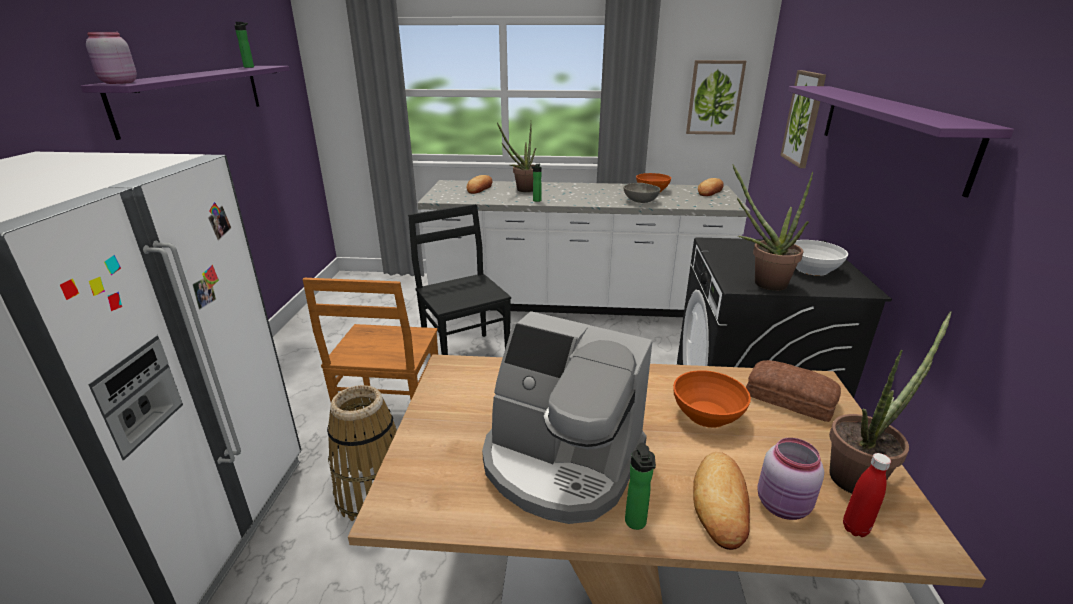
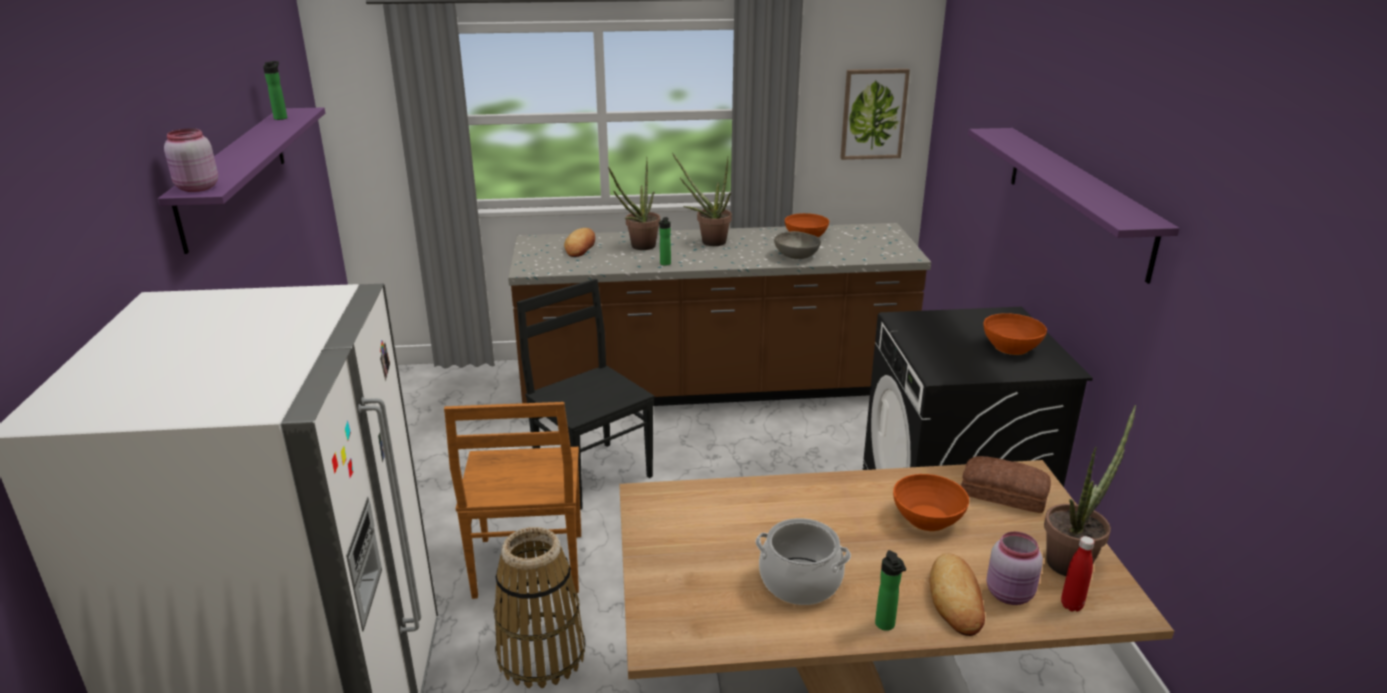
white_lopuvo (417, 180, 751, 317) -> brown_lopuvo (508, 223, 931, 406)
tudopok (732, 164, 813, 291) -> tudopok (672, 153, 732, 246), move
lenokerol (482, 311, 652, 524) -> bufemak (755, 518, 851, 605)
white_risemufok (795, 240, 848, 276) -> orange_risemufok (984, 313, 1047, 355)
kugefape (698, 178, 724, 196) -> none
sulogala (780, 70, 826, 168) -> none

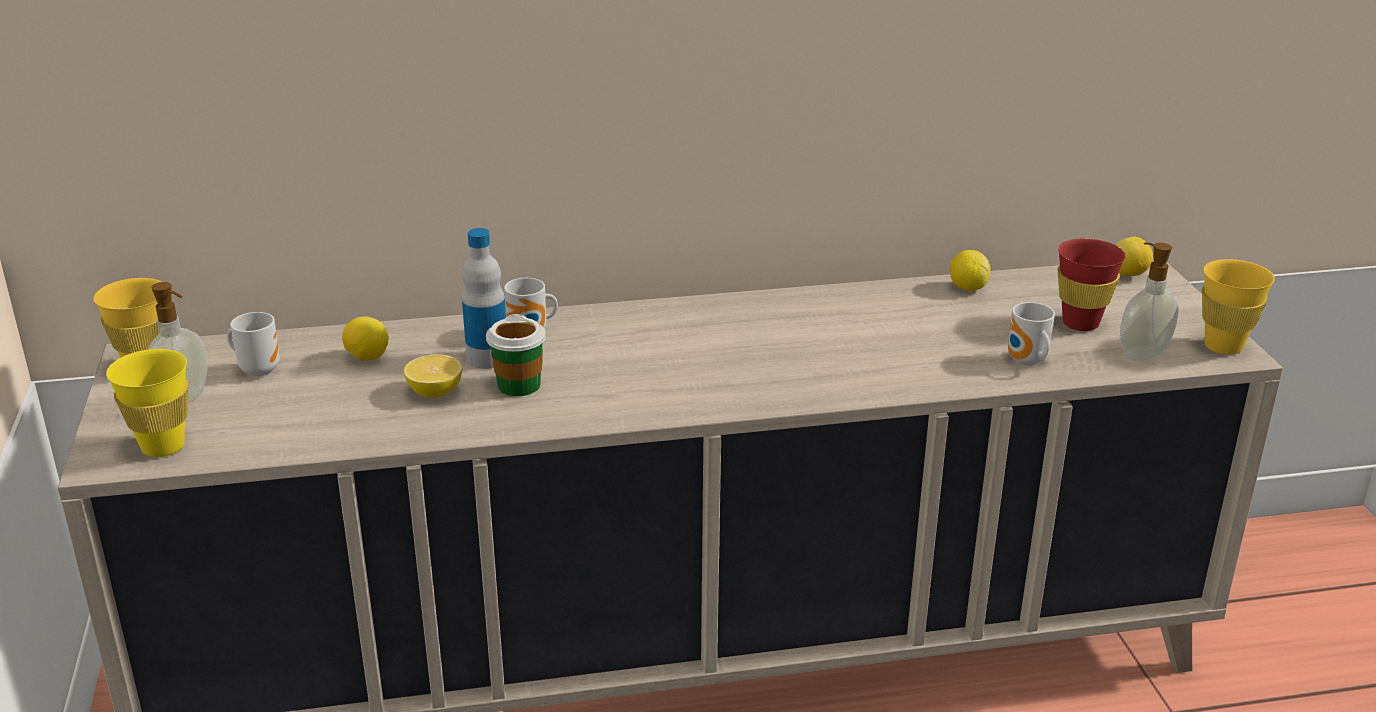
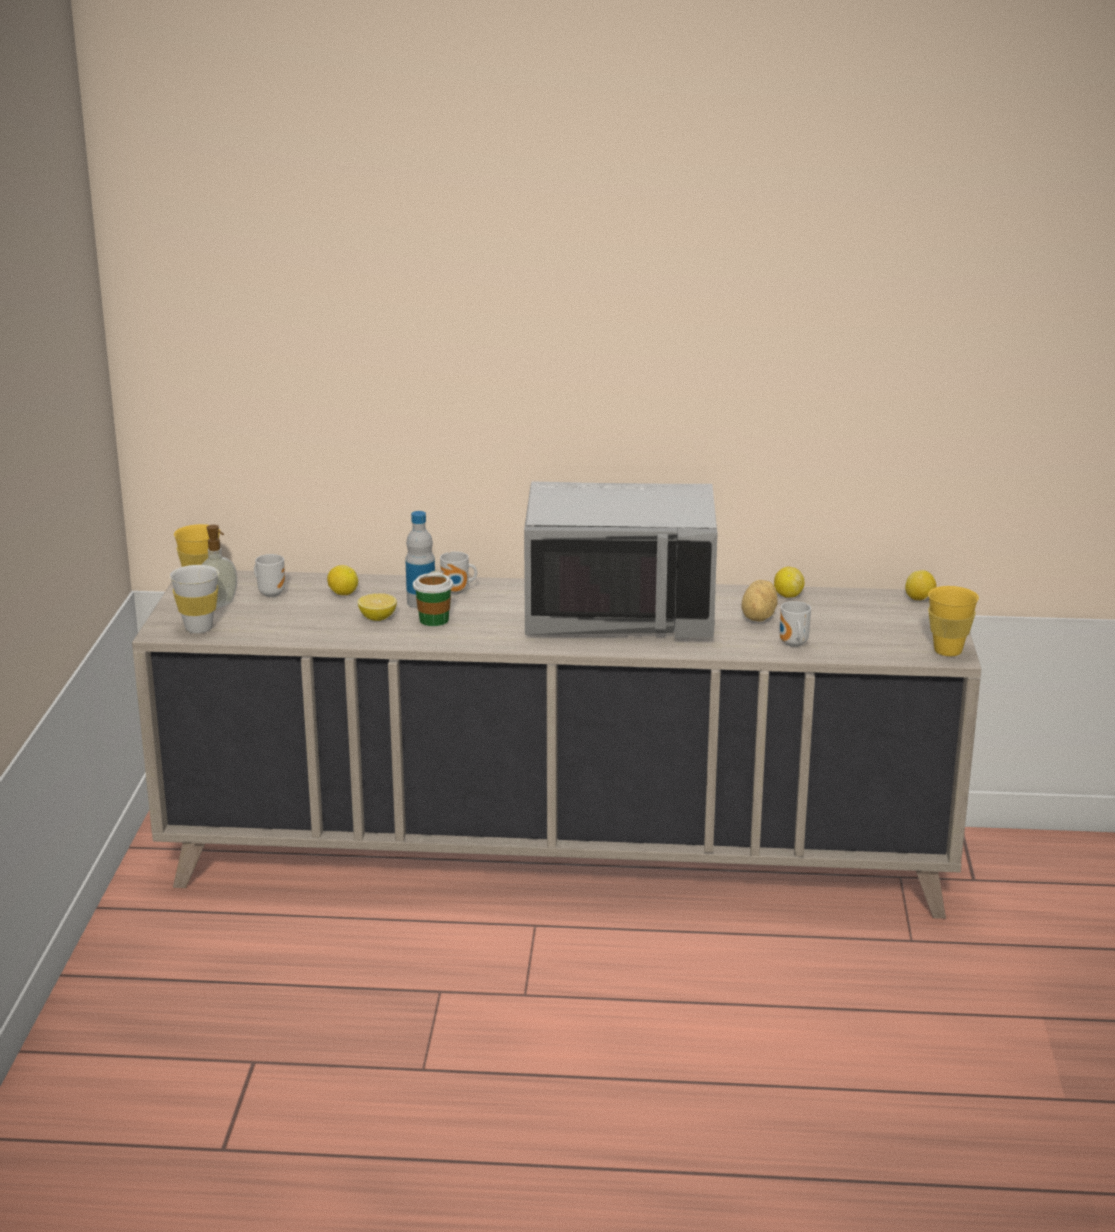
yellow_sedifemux (106, 349, 189, 457) -> white_sedifemux (170, 565, 219, 633)
none -> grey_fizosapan (524, 481, 718, 638)
none -> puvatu (741, 580, 778, 622)
red_sedifemux (1057, 238, 1126, 331) -> none
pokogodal (1120, 242, 1179, 361) -> none

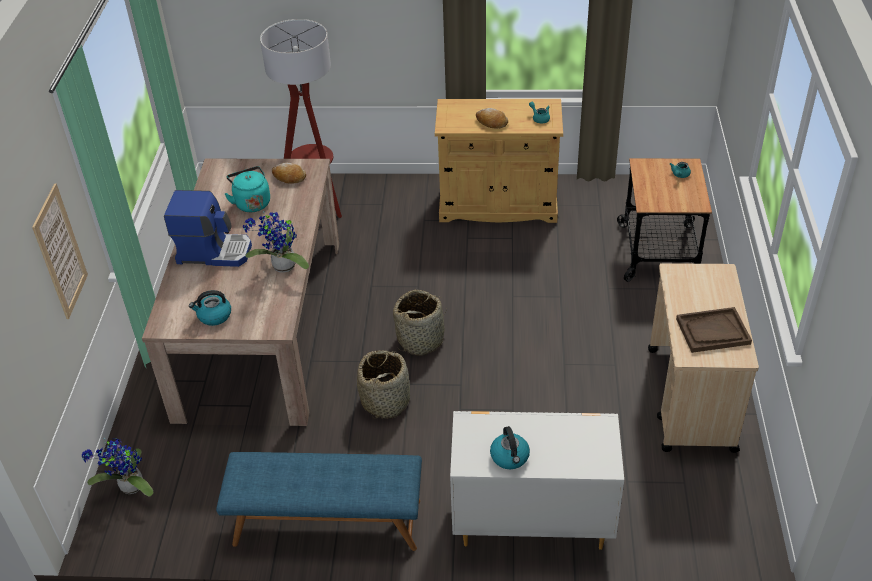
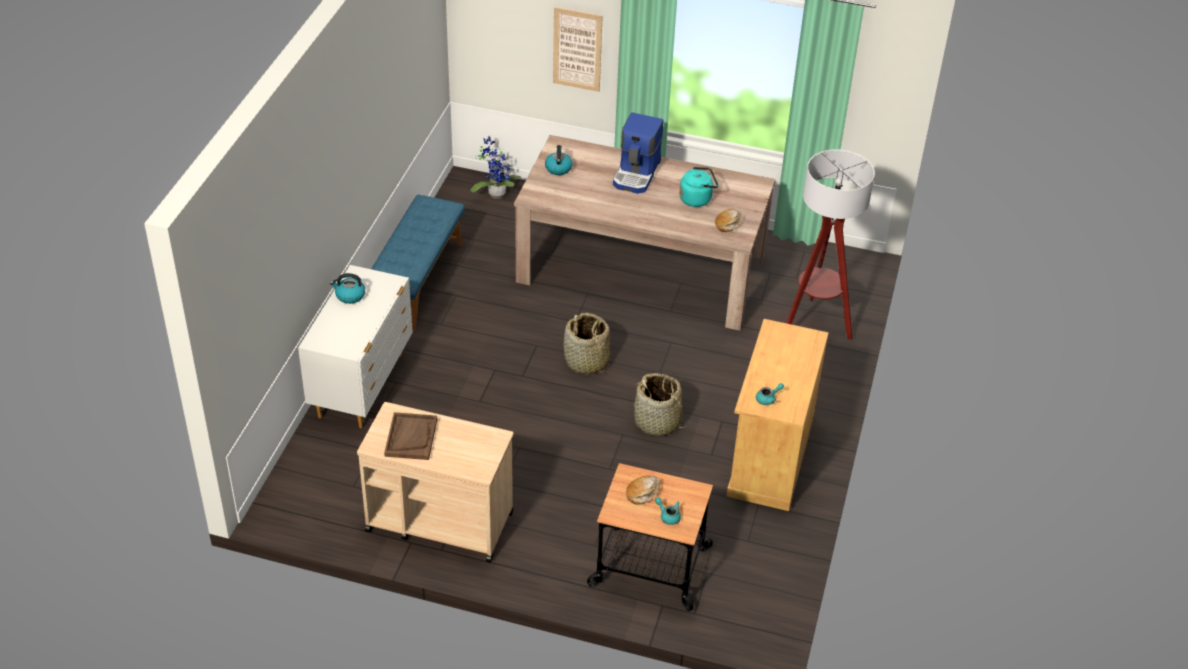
kugefape (476, 108, 508, 129) -> kugefape (626, 476, 661, 505), move
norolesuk (357, 350, 410, 419) -> norolesuk (633, 373, 688, 436), move
tudopok (243, 211, 309, 273) -> none

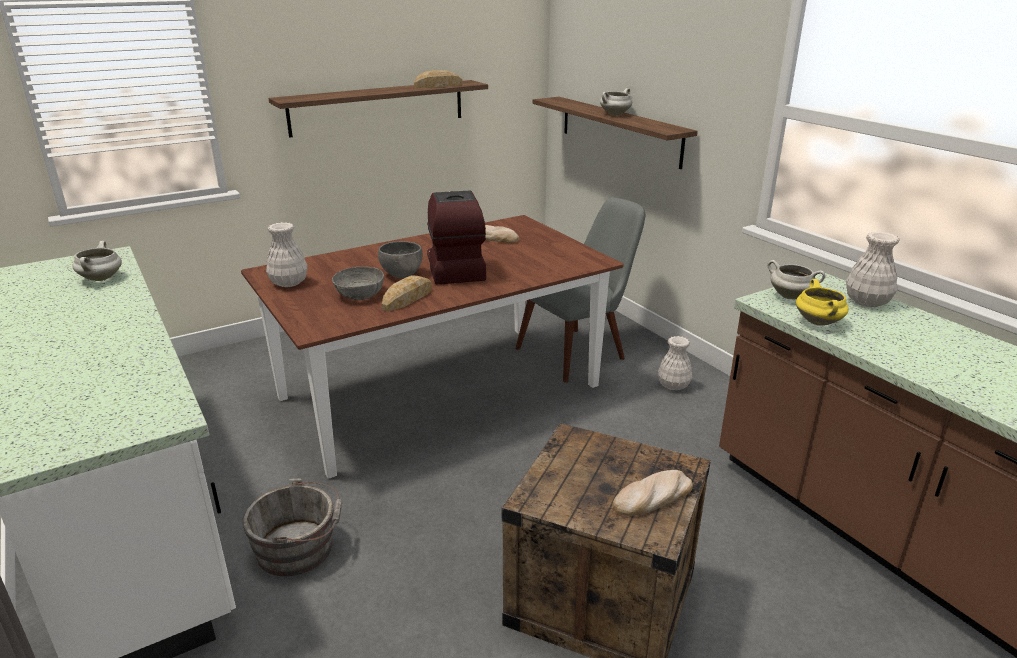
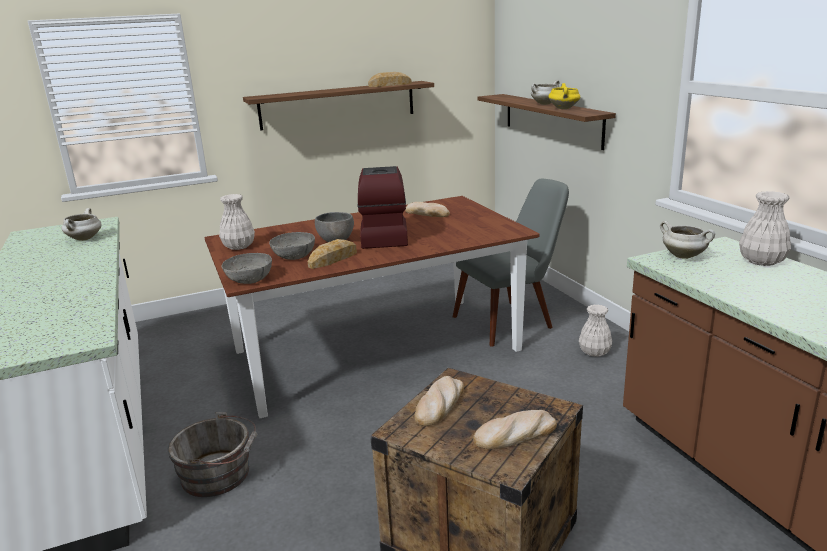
none -> grey_risemufok (222, 253, 272, 284)
none -> kugefape (414, 376, 464, 426)
yellow_bufemak (796, 279, 849, 325) -> yellow_bufemak (549, 83, 580, 109), move

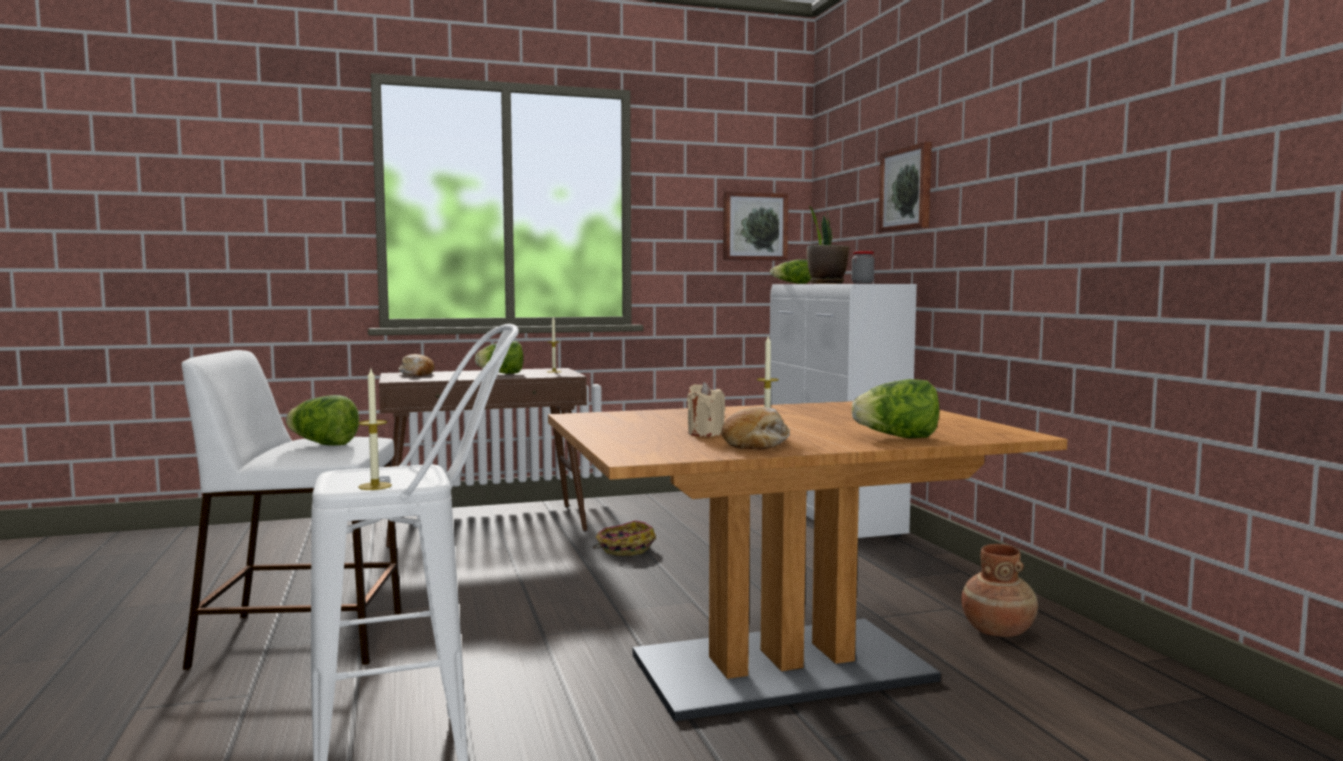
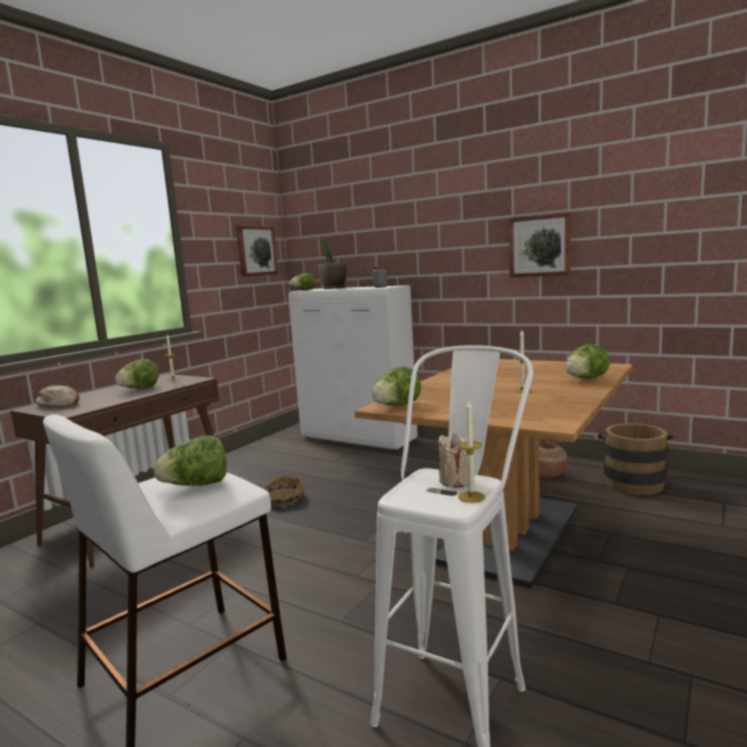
none -> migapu (372, 367, 421, 406)
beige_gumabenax (687, 382, 725, 437) -> beige_gumabenax (438, 434, 468, 487), move
sulogala (878, 142, 932, 233) -> sulogala (509, 213, 571, 277), move
none -> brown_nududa (598, 423, 673, 495)
kugefape (721, 407, 790, 449) -> none

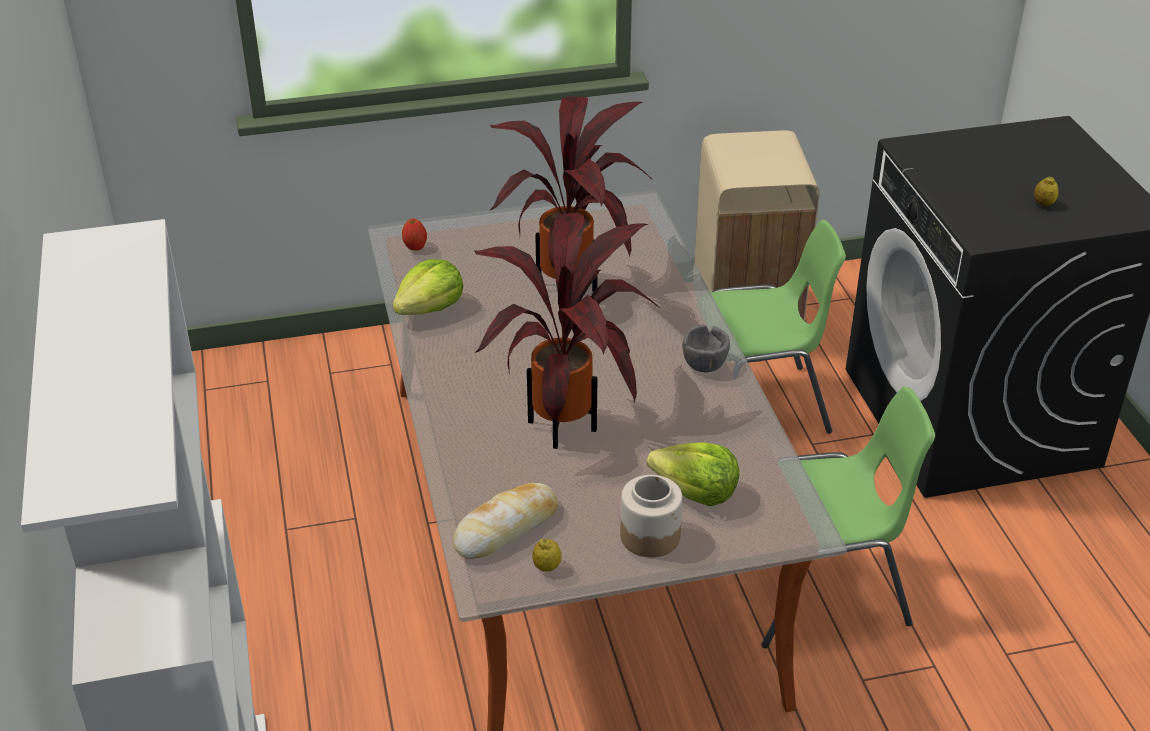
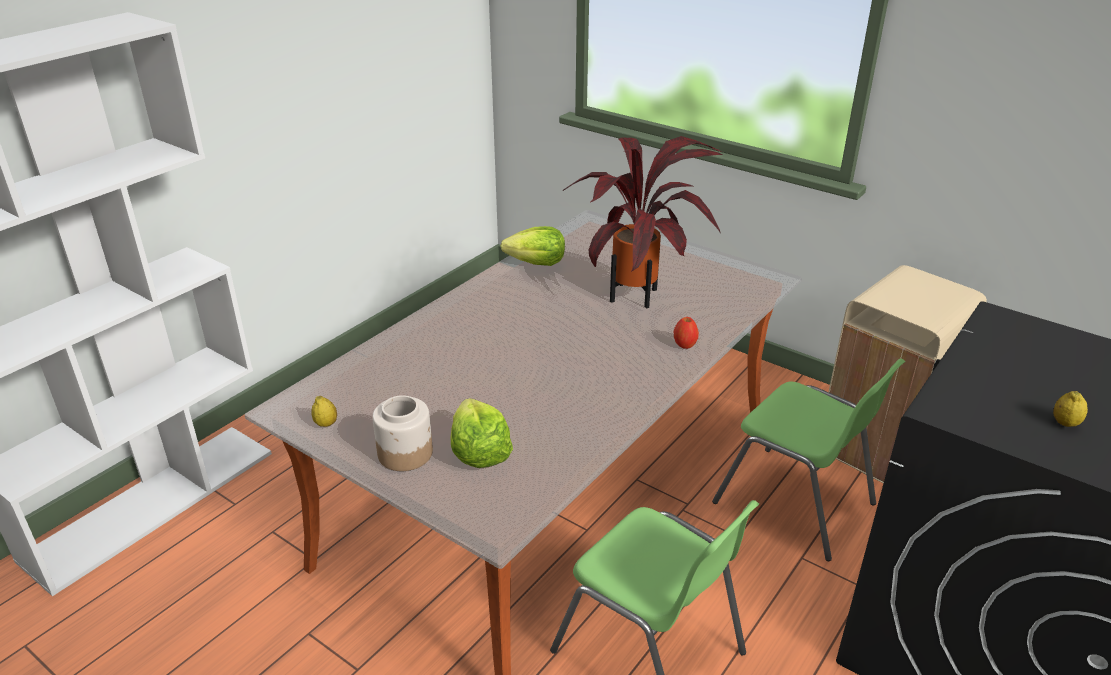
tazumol (402, 219, 427, 250) -> tazumol (673, 317, 699, 349), move
kugefape (453, 483, 557, 559) -> none
tudopok (474, 213, 658, 449) -> none
grey_risemufok (682, 325, 730, 373) -> none

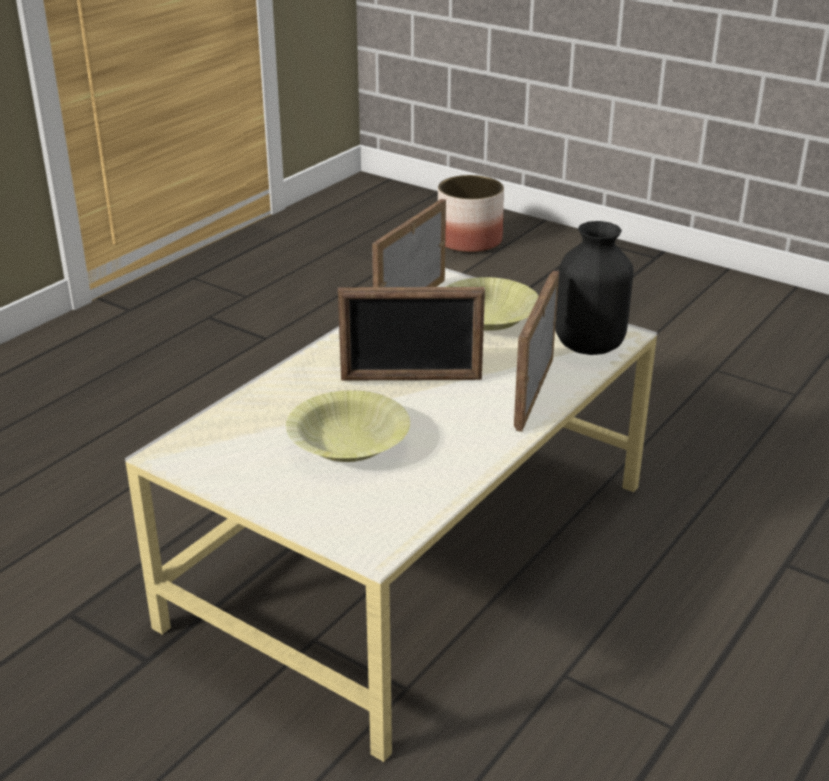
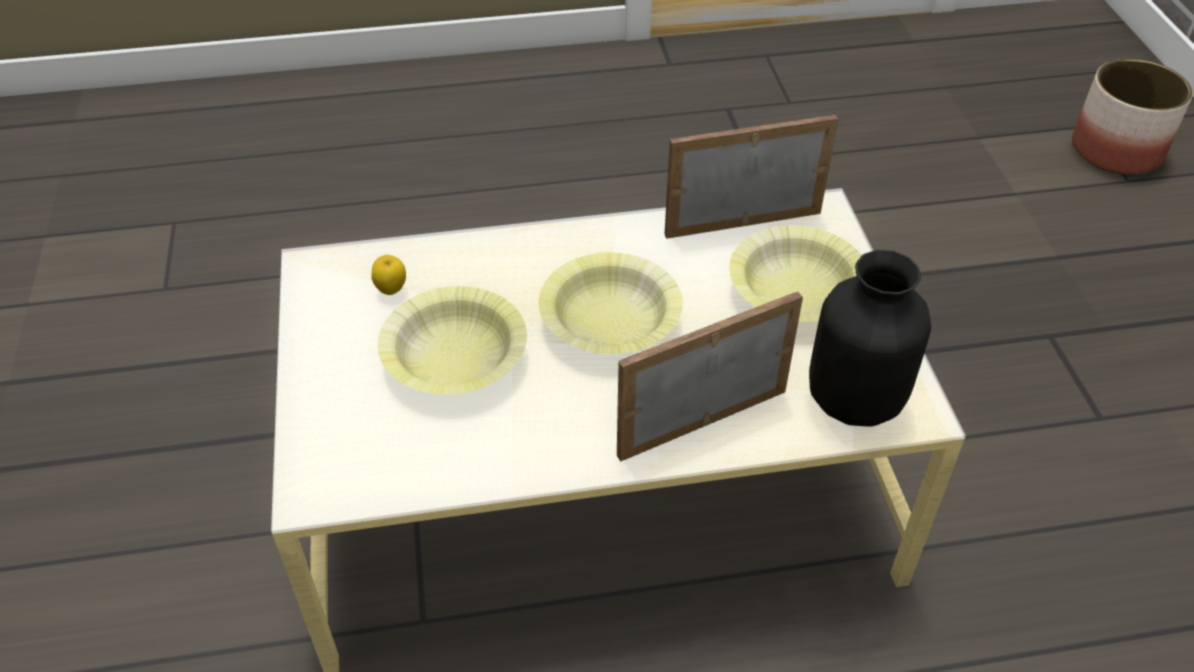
none -> tazumol (371, 255, 406, 295)
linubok (338, 287, 485, 381) -> yellow_risemufok (538, 252, 683, 354)

